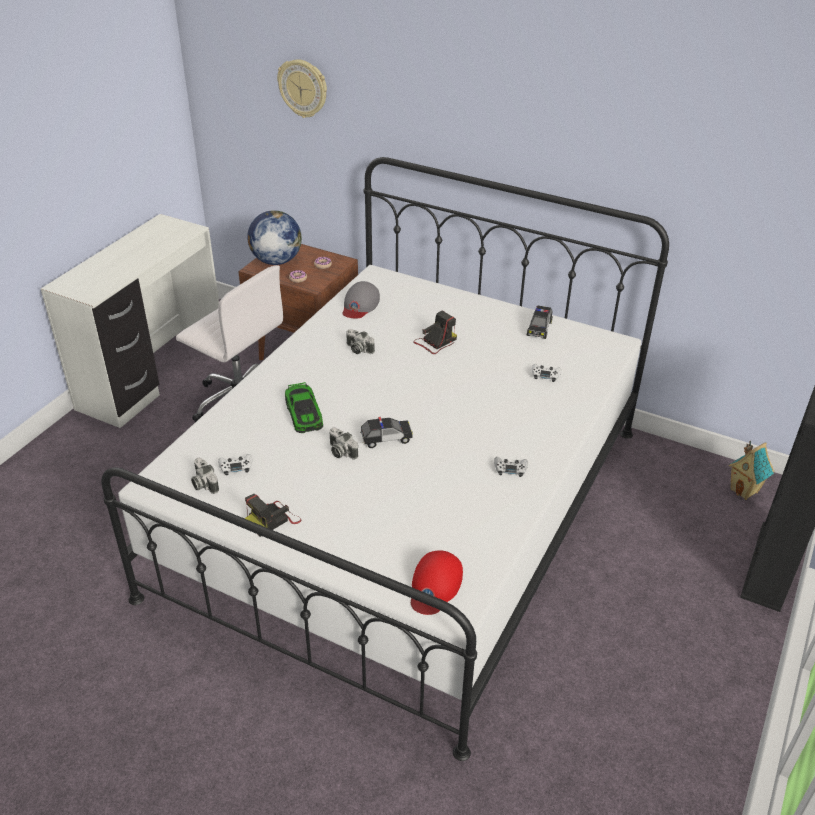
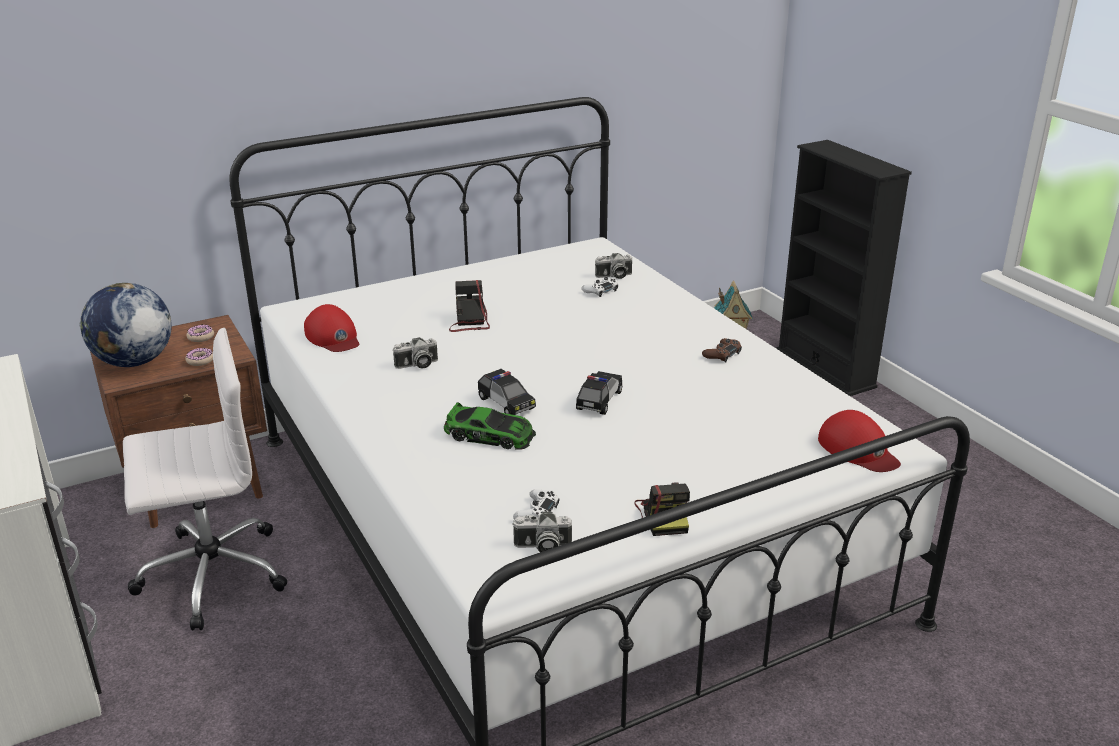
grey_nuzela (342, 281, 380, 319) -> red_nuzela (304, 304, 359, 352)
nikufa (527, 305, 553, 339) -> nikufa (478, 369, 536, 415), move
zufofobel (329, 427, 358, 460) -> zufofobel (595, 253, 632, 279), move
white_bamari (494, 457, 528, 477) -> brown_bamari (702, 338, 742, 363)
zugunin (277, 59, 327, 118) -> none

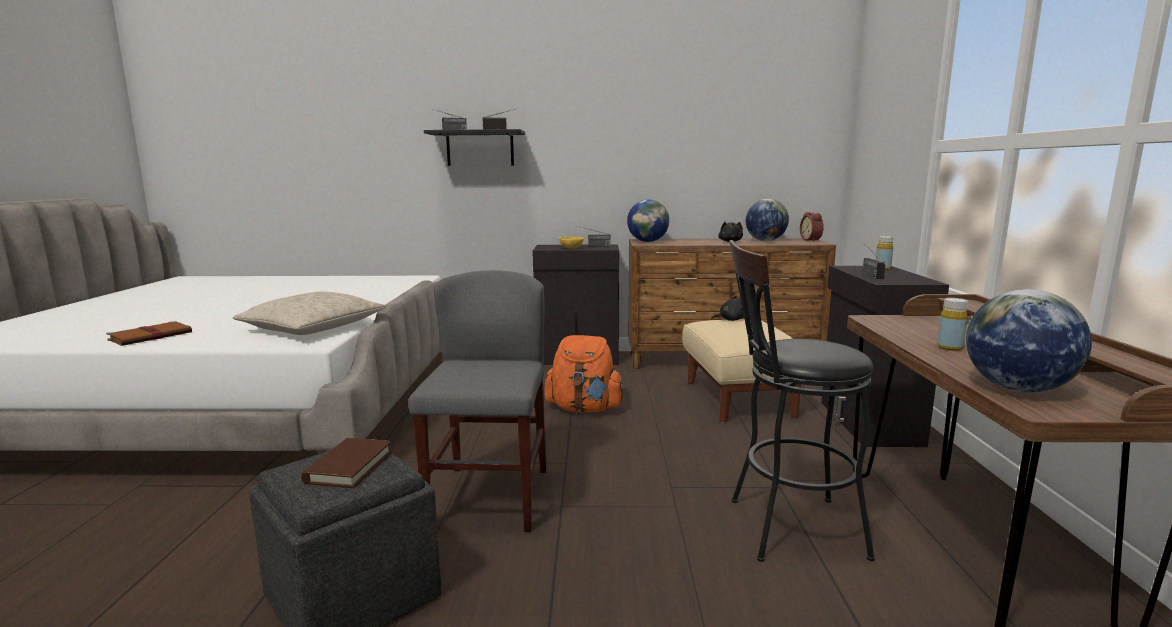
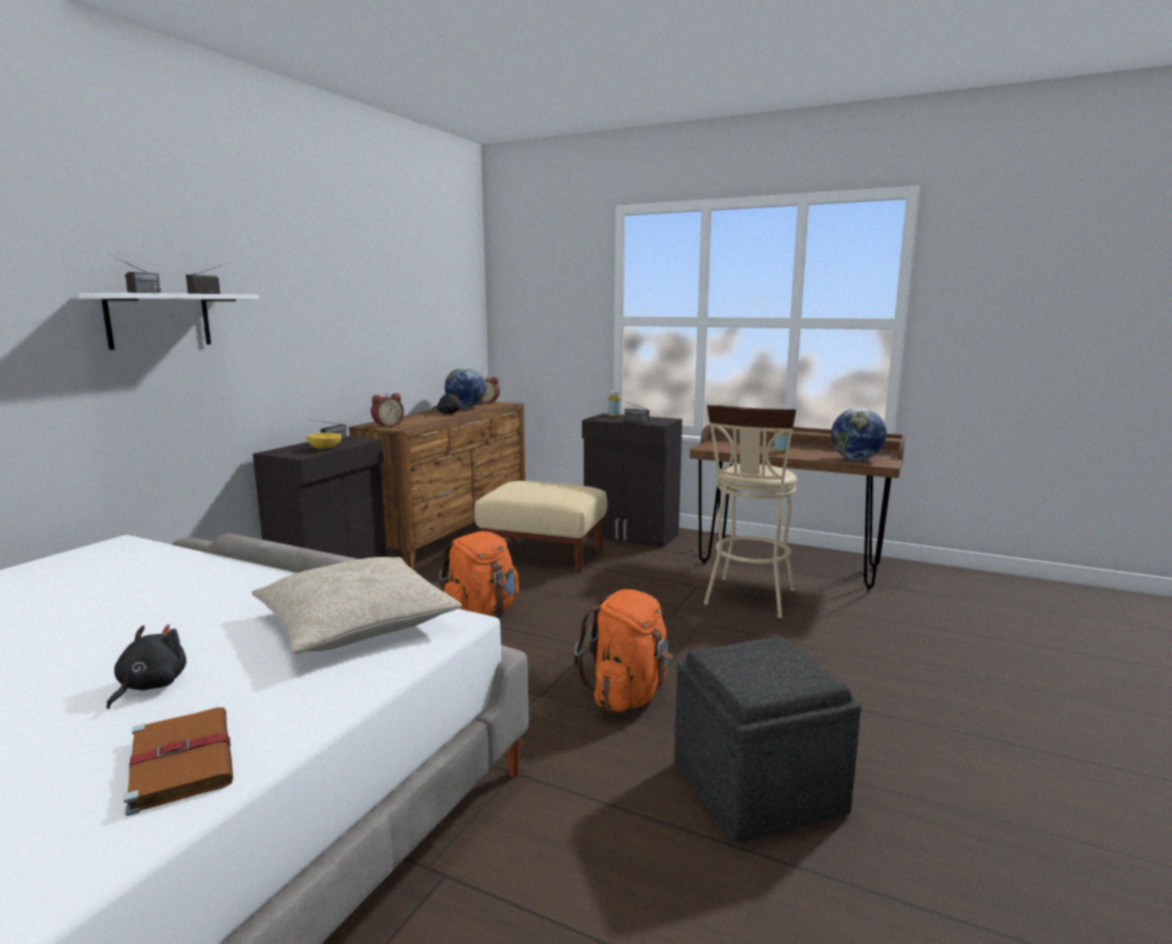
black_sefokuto (424, 129, 525, 166) -> white_sefokuto (79, 293, 259, 350)
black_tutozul (711, 296, 744, 321) -> black_tutozul (106, 624, 186, 709), move
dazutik (627, 199, 669, 242) -> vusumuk (371, 393, 404, 428)
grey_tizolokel (408, 271, 547, 532) -> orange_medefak (574, 589, 673, 712)
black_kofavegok (729, 240, 875, 562) -> beige_kofavegok (704, 404, 797, 618)
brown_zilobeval (301, 438, 393, 488) -> none

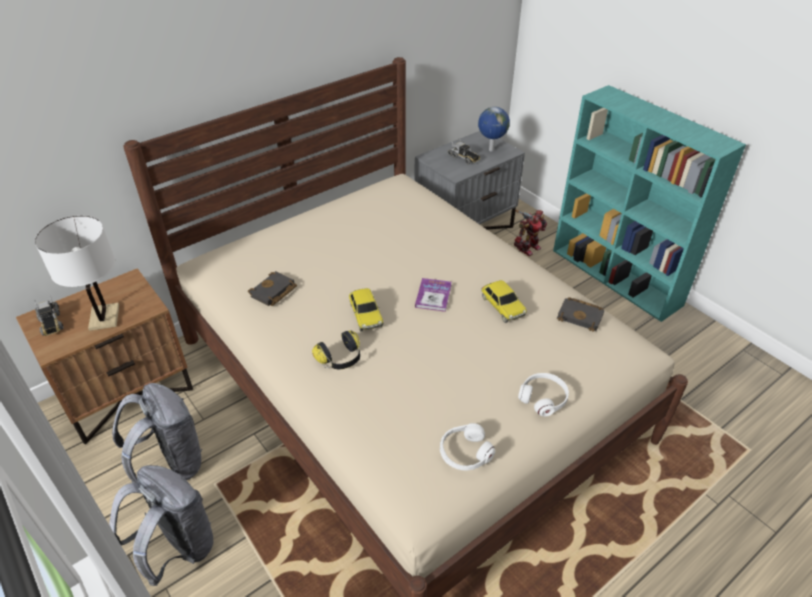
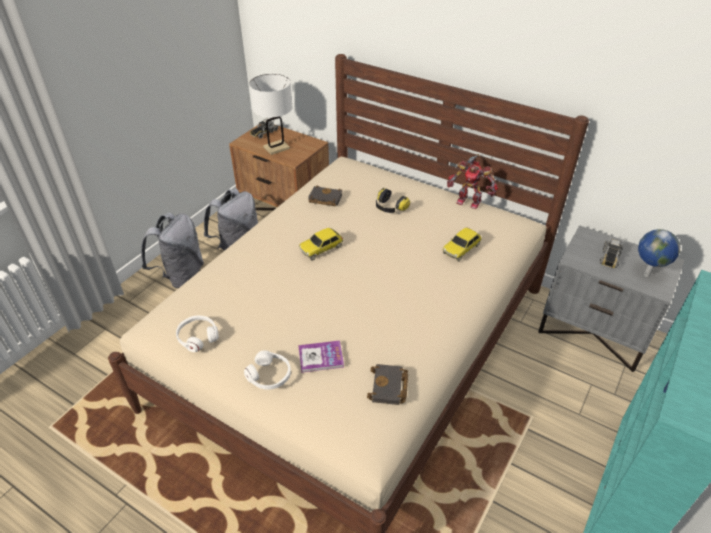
zilobeval (415, 278, 452, 312) -> zilobeval (298, 340, 344, 373), move
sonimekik (312, 330, 360, 369) -> sonimekik (376, 188, 410, 214), move
nikufa (481, 280, 527, 323) -> nikufa (443, 228, 482, 262), move
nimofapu (514, 210, 547, 256) -> nimofapu (447, 154, 498, 209), move

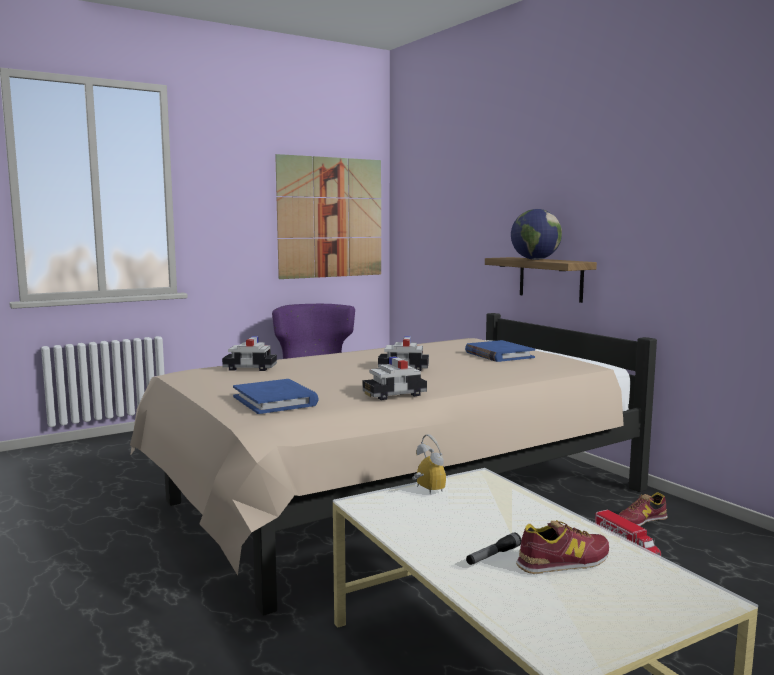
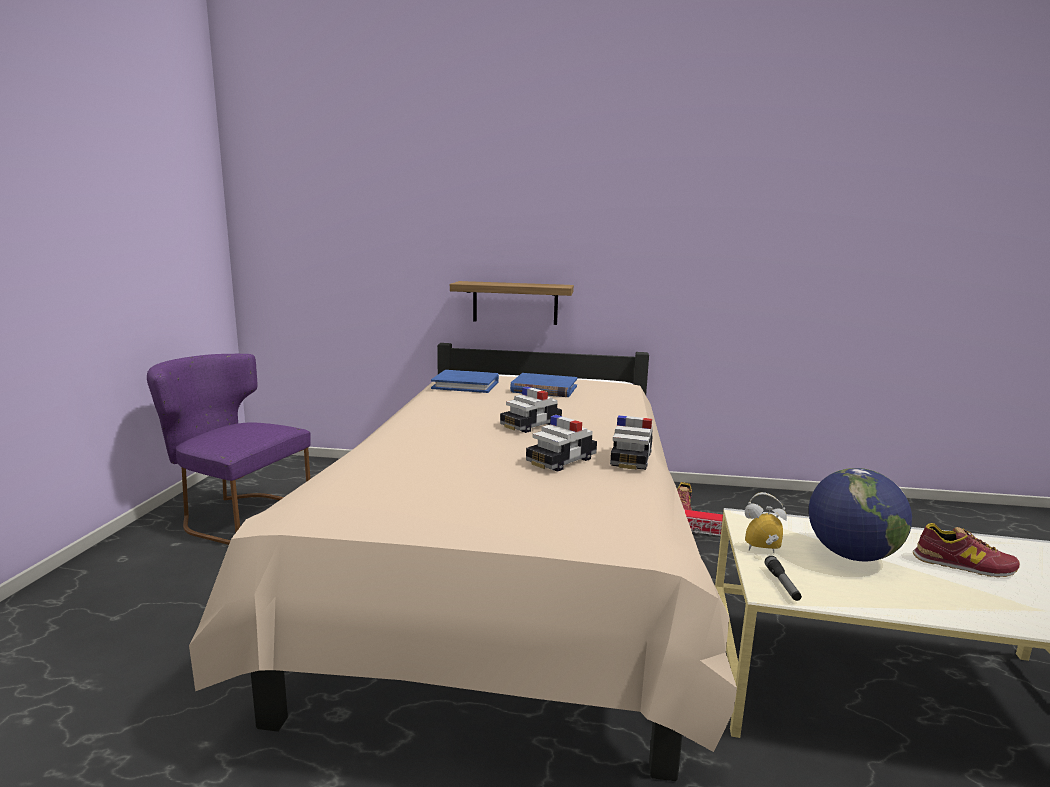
blue_zilobeval (233, 379, 318, 414) -> blue_zilobeval (431, 370, 499, 393), move
nikufa (222, 336, 277, 371) -> nikufa (526, 415, 597, 472), move
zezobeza (466, 532, 521, 565) -> zezobeza (765, 556, 802, 601), move
dazutik (511, 209, 562, 260) -> dazutik (809, 468, 912, 561), move
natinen (516, 520, 609, 574) -> natinen (913, 523, 1020, 577), 90 degrees clockwise
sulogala (275, 154, 381, 279) -> none

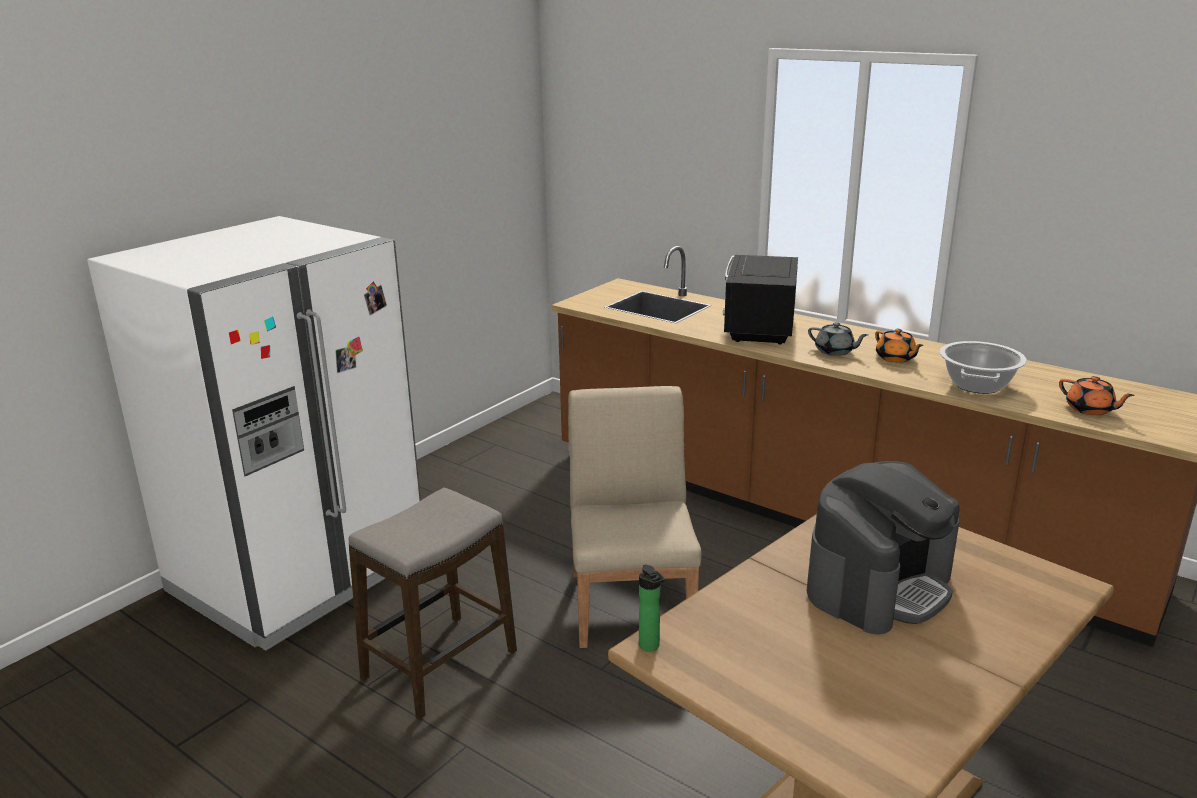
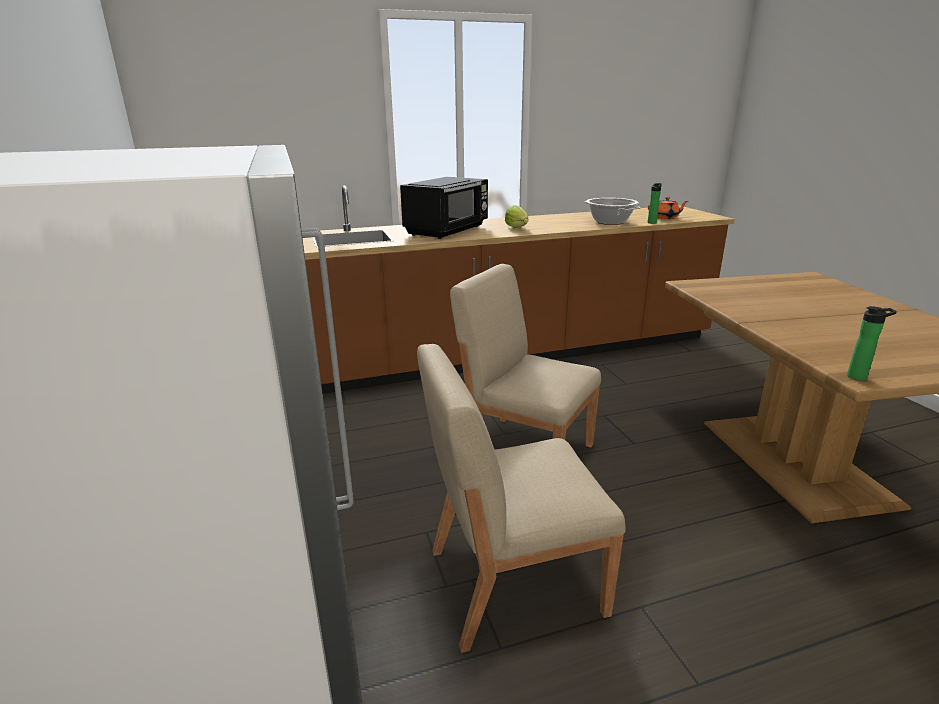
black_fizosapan (723, 255, 798, 344) -> black_fizosapan (400, 177, 488, 239), 105 degrees counterclockwise
kofavegok (349, 488, 517, 719) -> beige_tizolokel (417, 344, 626, 653)
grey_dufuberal (808, 322, 868, 356) -> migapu (505, 205, 528, 228)
none -> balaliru (648, 183, 662, 224)
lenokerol (806, 461, 960, 635) -> none
orange_dufuberal (875, 329, 924, 363) -> none

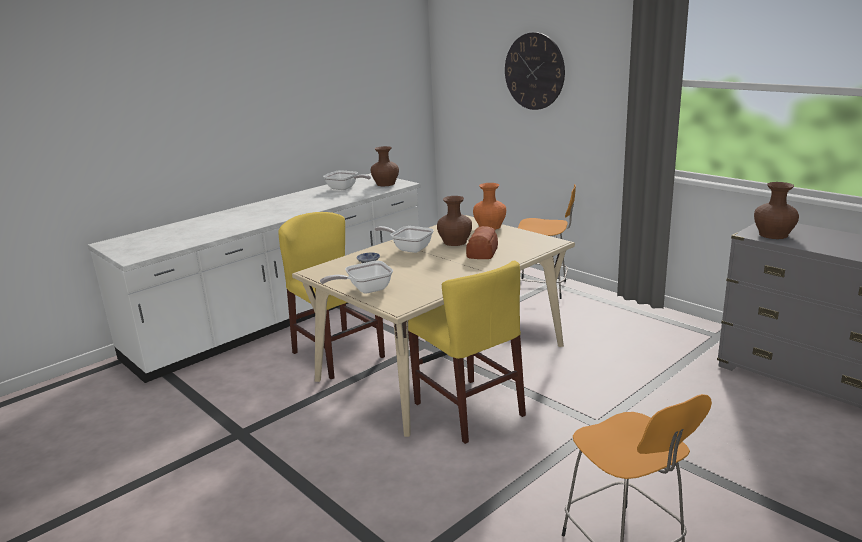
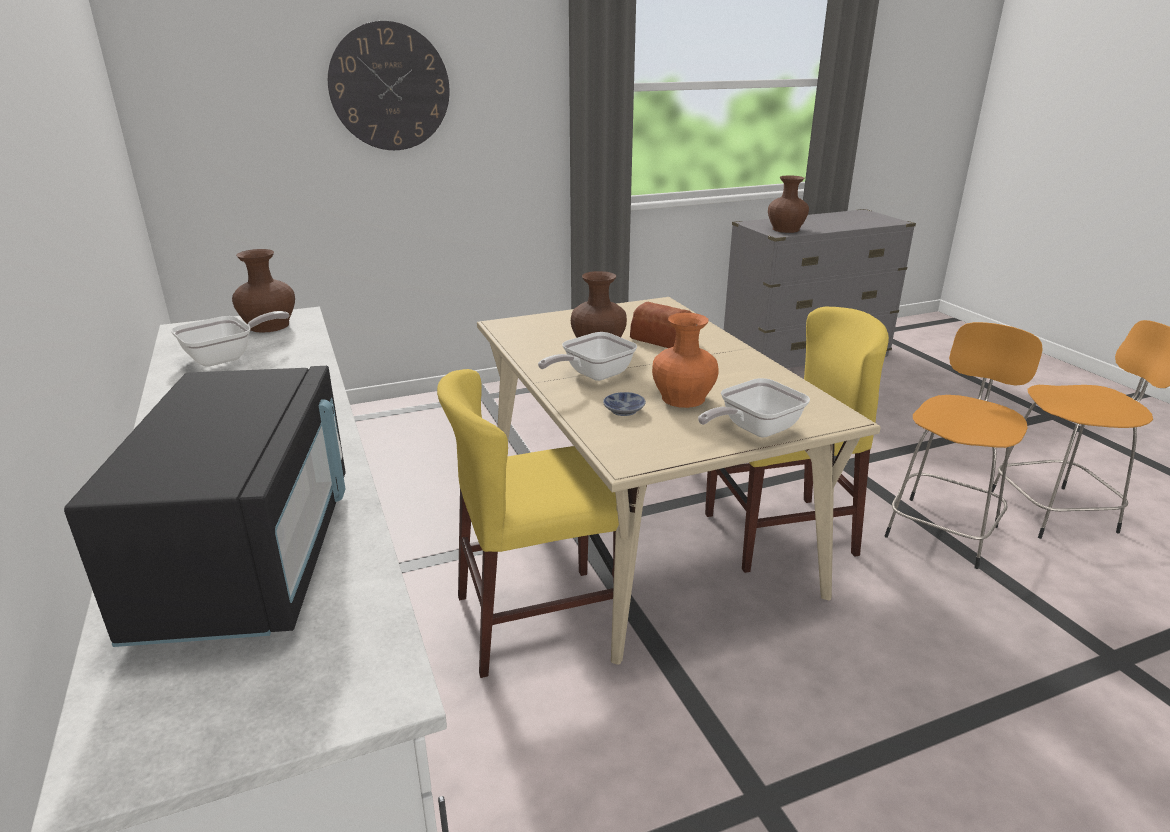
none -> black_fizosapan (64, 366, 346, 647)
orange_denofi (473, 183, 506, 230) -> orange_denofi (652, 313, 719, 408), move
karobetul (320, 261, 393, 294) -> karobetul (698, 378, 810, 438), 60 degrees clockwise
orange_kofavegok (518, 184, 576, 299) -> orange_kofavegok (885, 322, 1043, 569), move

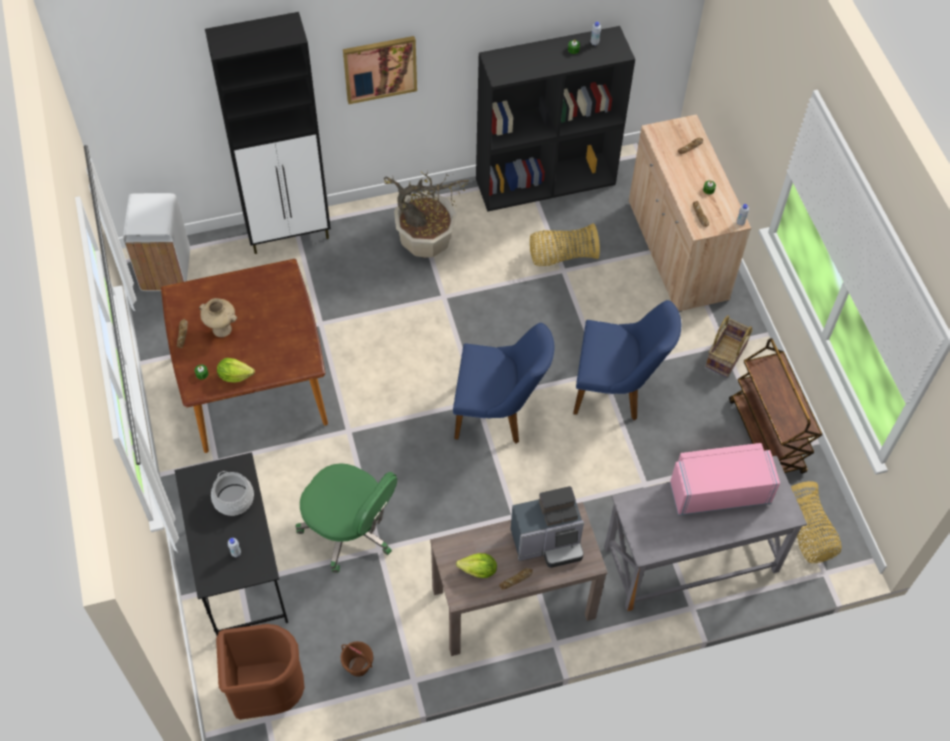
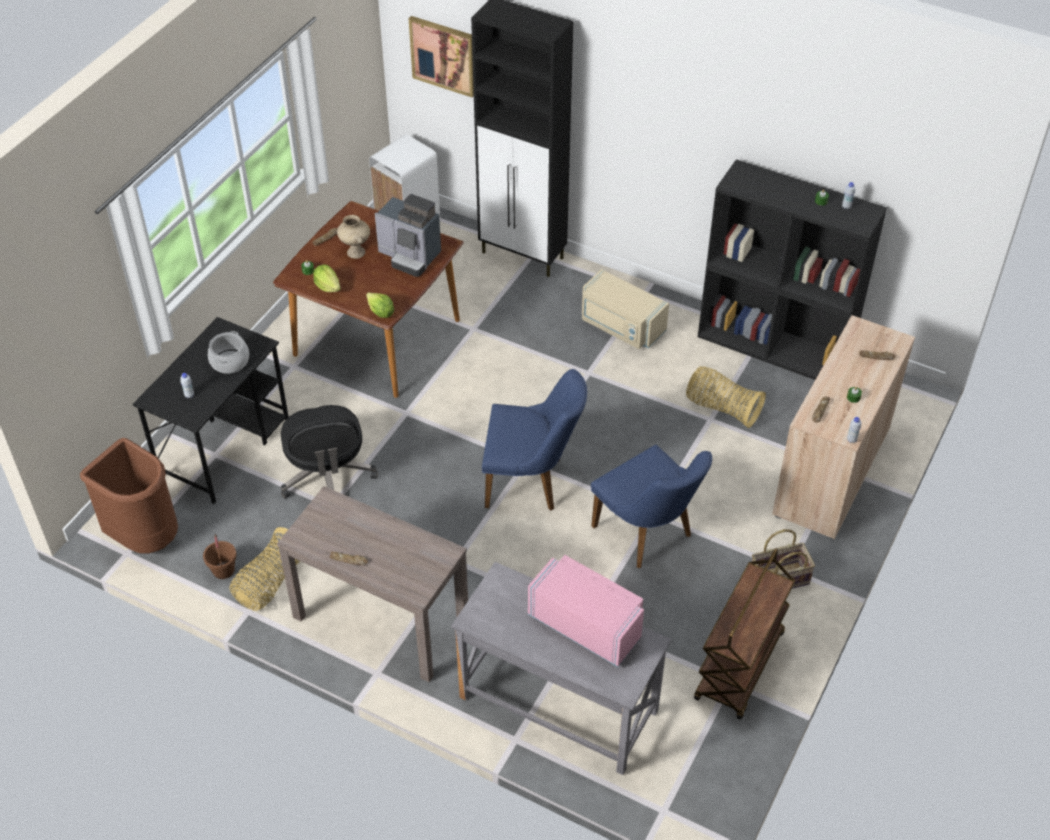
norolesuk (791, 481, 842, 563) -> norolesuk (229, 527, 301, 611), move
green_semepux (295, 463, 397, 573) -> black_semepux (281, 405, 378, 499)
migapu (456, 553, 497, 578) -> migapu (366, 292, 394, 318), move
lenokerol (511, 486, 584, 568) -> lenokerol (375, 194, 441, 277), move
sulogala (343, 36, 417, 104) -> sulogala (409, 16, 474, 97), move
blue_tizolokel (453, 323, 554, 443) -> blue_tizolokel (482, 369, 587, 510), 45 degrees counterclockwise
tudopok (384, 171, 469, 258) -> beige_fizosapan (582, 269, 669, 349)

